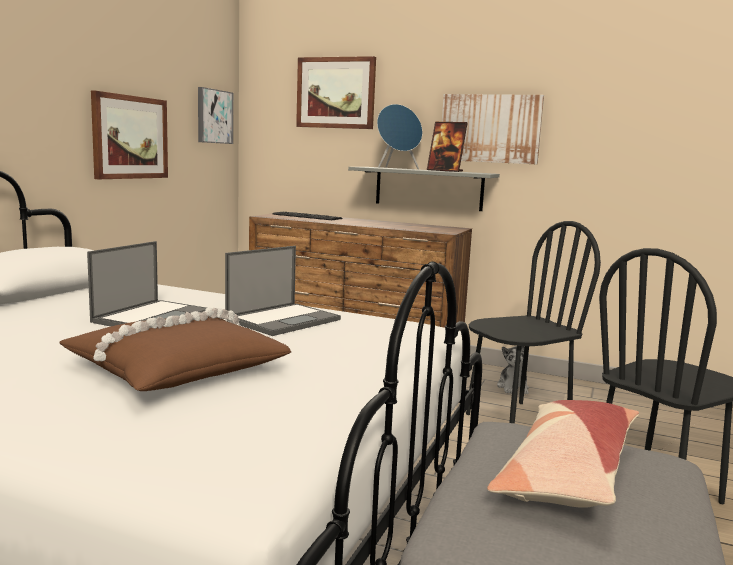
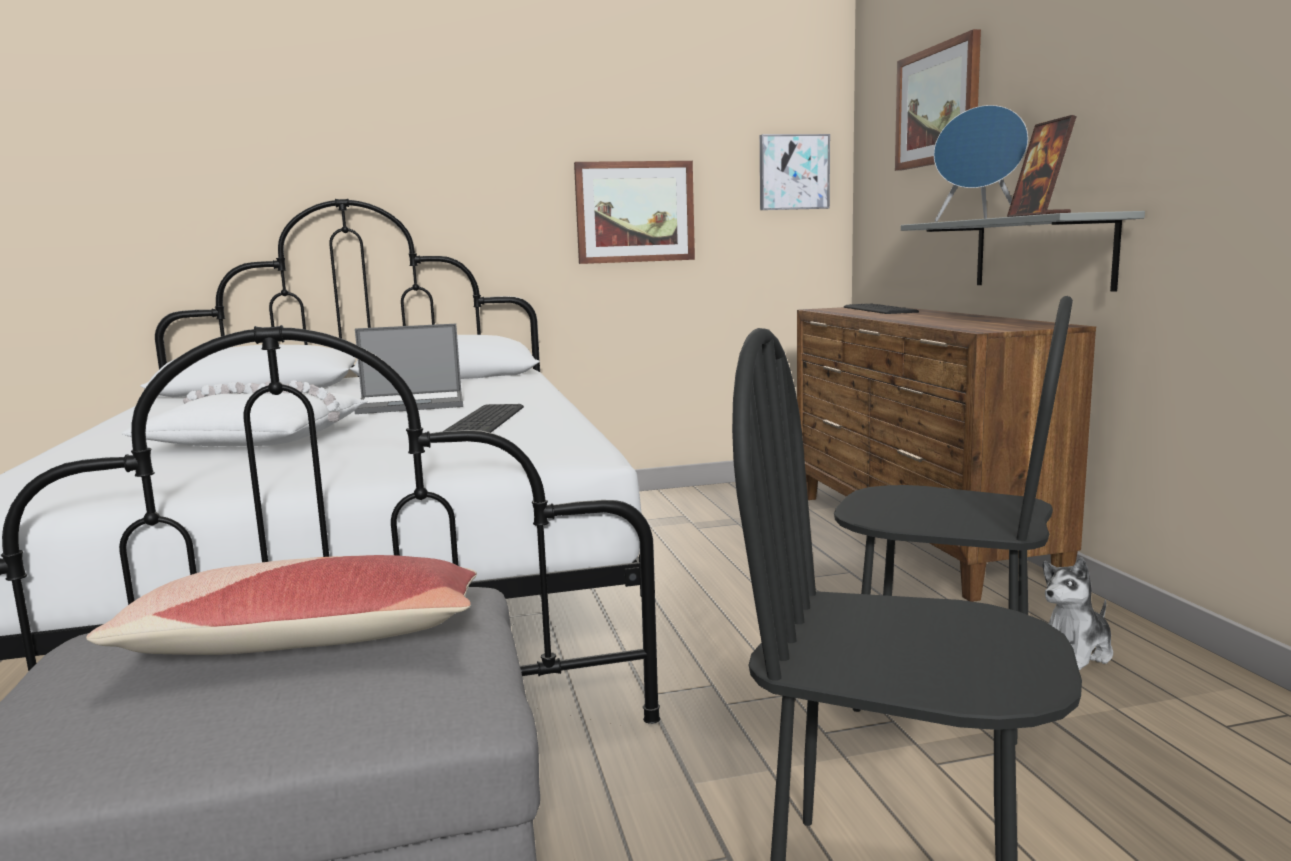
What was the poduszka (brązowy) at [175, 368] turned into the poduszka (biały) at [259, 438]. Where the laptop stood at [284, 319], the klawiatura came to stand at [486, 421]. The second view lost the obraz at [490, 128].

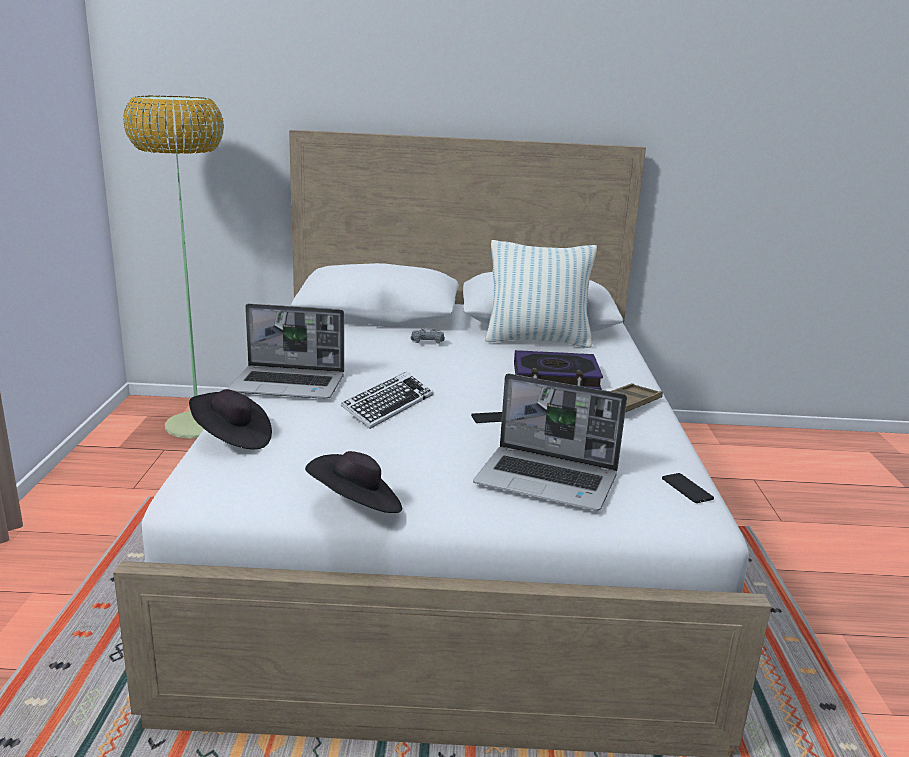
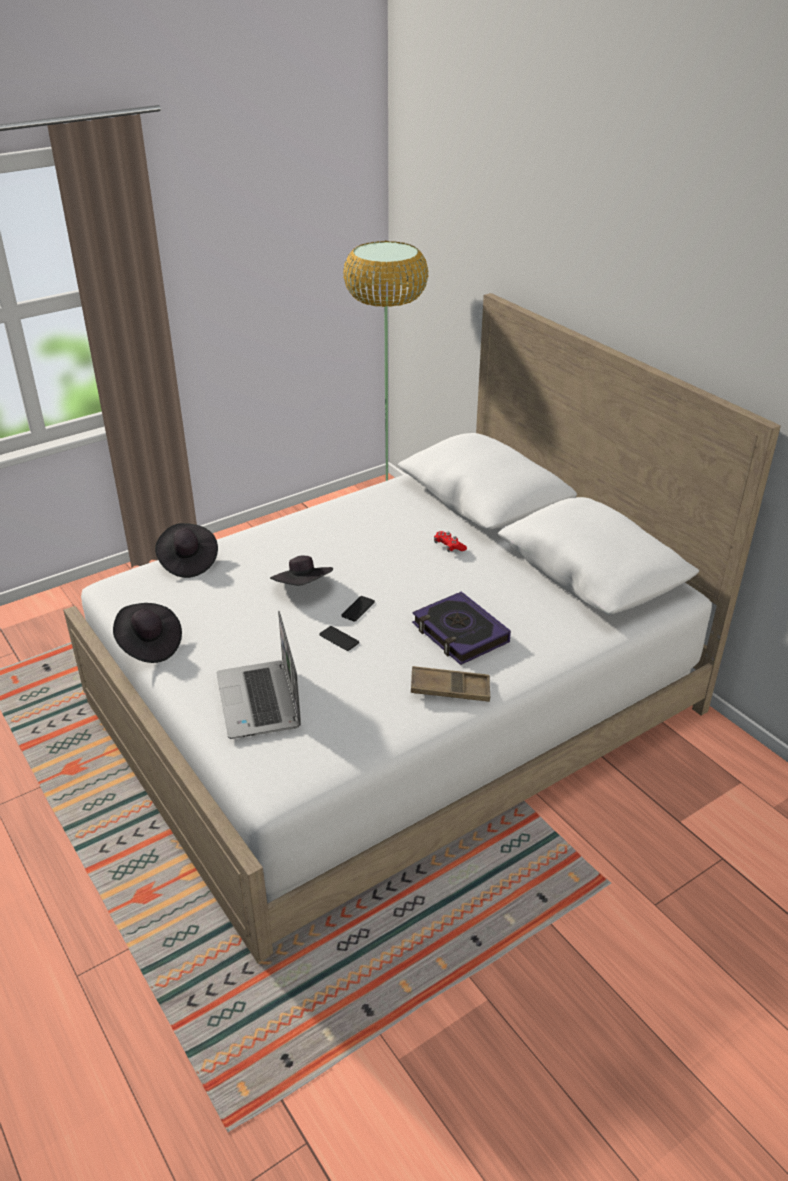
The second view lost the laptop at [289, 385]. Where the klawiatura stood at [388, 406], the kapelusz (czarny) came to stand at [303, 588]. What was the pad do gier (szary) at [427, 343] turned into the pad do gier (czerwony) at [449, 547]. The second view lost the poduszka at [537, 340]. The telefon ended up elsewhere, having gone from [687, 489] to [358, 609].

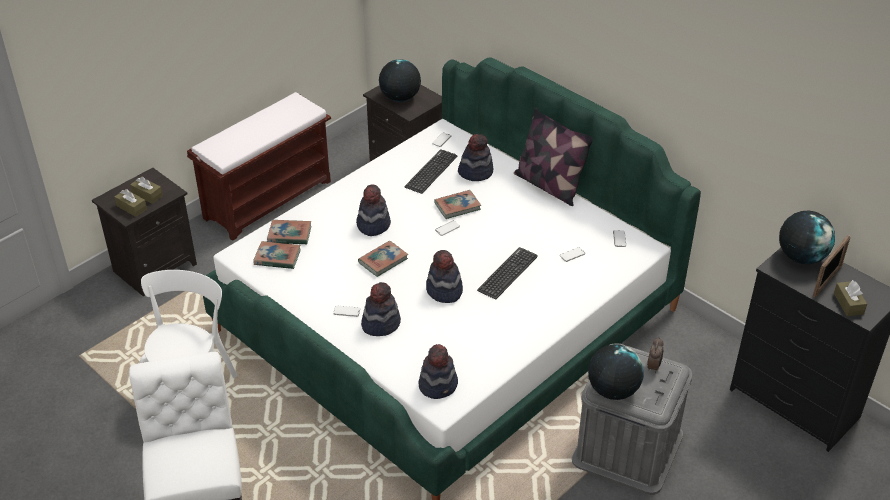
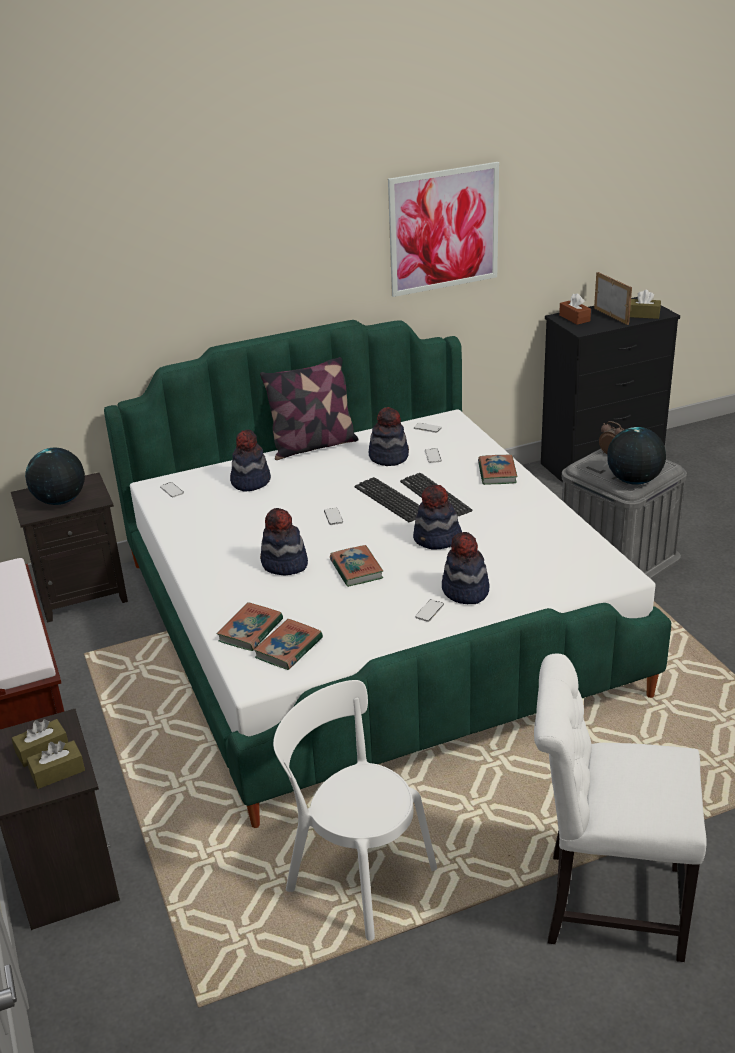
The klawiatura ended up elsewhere, having gone from [431, 172] to [391, 500]. The kapelusz ended up elsewhere, having gone from [438, 385] to [388, 457]. The książka ended up elsewhere, having gone from [457, 206] to [497, 473]. Where the globus stood at [801, 257], the pudełko chusteczek (brązowy) came to stand at [574, 318]. The second view gained the obraz at [444, 229].

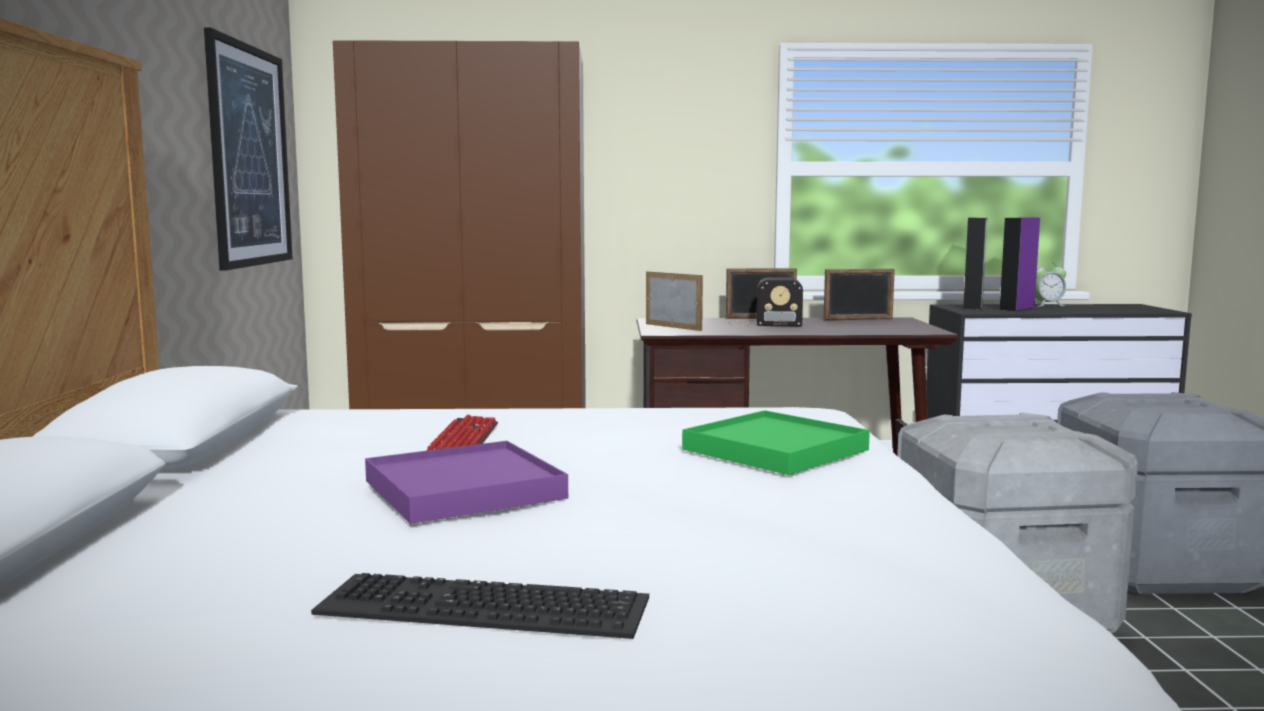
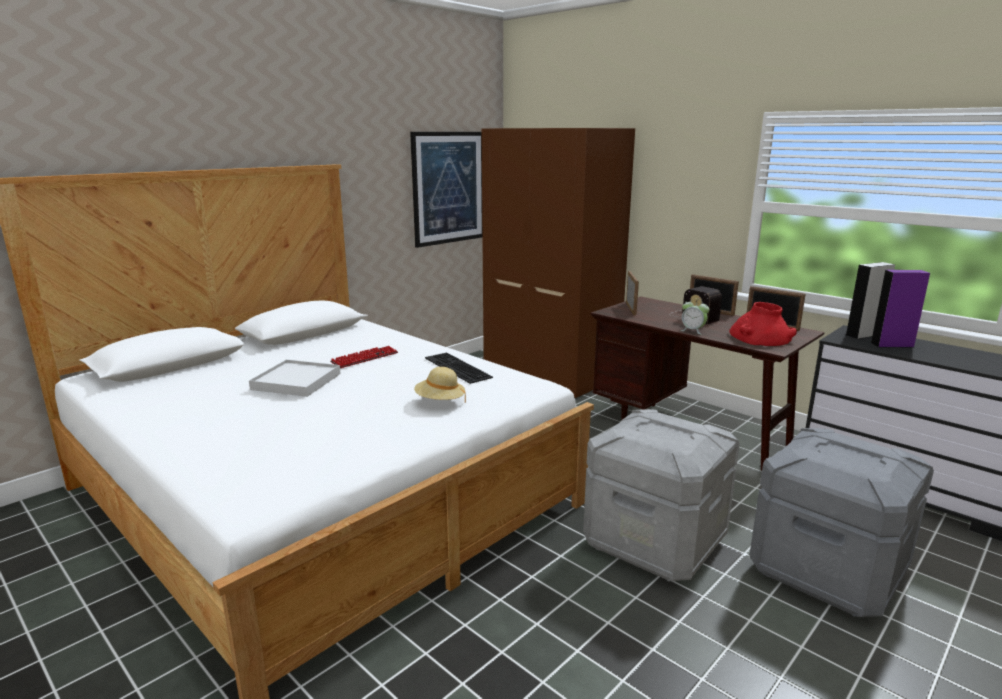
The klawiatura ended up elsewhere, having gone from [478, 608] to [455, 367]. What was the taca (fioletowy) at [463, 490] turned into the taca (biały) at [296, 381]. Where the taca (zielony) stood at [776, 450], the kapelusz (beżowy) came to stand at [440, 401]. The budzik ended up elsewhere, having gone from [1047, 305] to [693, 331]. The second view gained the wazon (czerwony) at [761, 337].

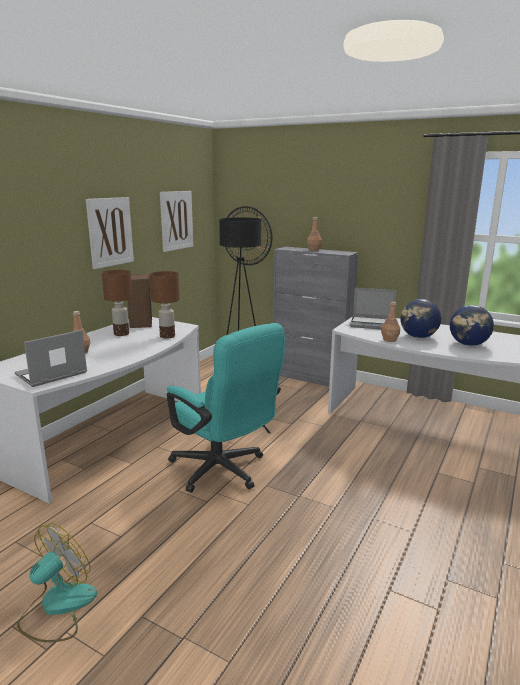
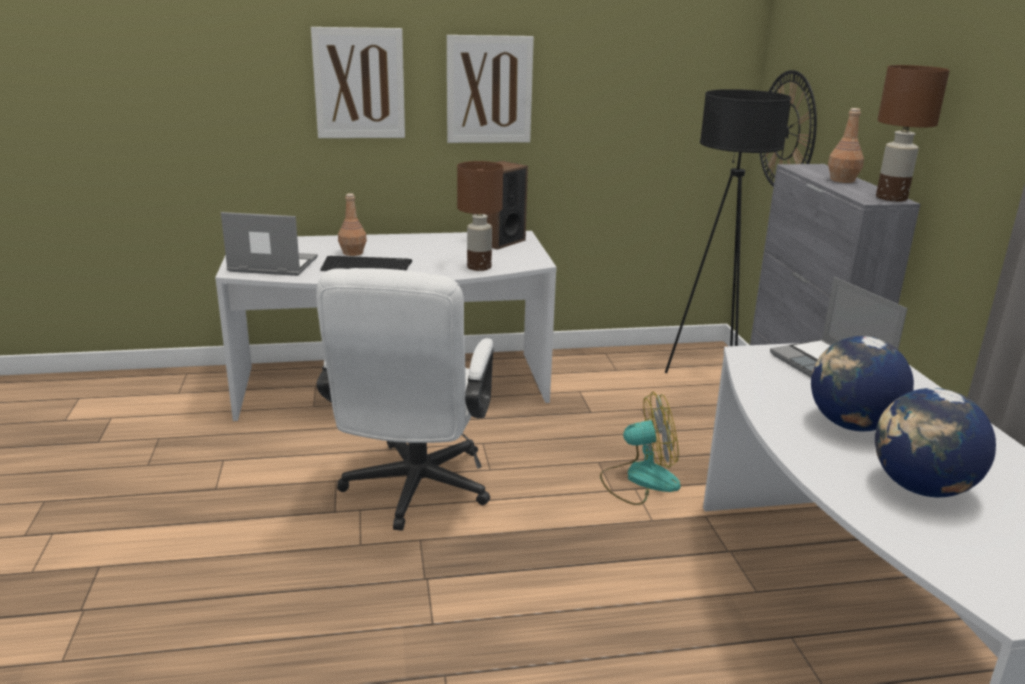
The wentylator ended up elsewhere, having gone from [57, 607] to [639, 479]. The lampa stołowa (brązowy) ended up elsewhere, having gone from [121, 334] to [890, 198]. The obraz ended up elsewhere, having gone from [176, 220] to [359, 83]. What was the krzesło biurowe (turkusowy) at [223, 471] turned into the krzesło biurowe (biały) at [413, 493]. The second view lost the butelka (brązowy) at [389, 340]. The second view gained the klawiatura at [366, 266].

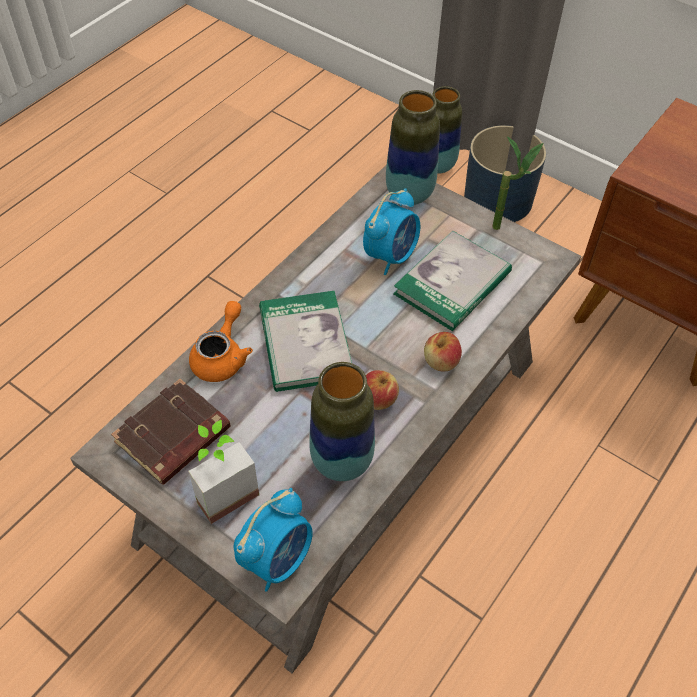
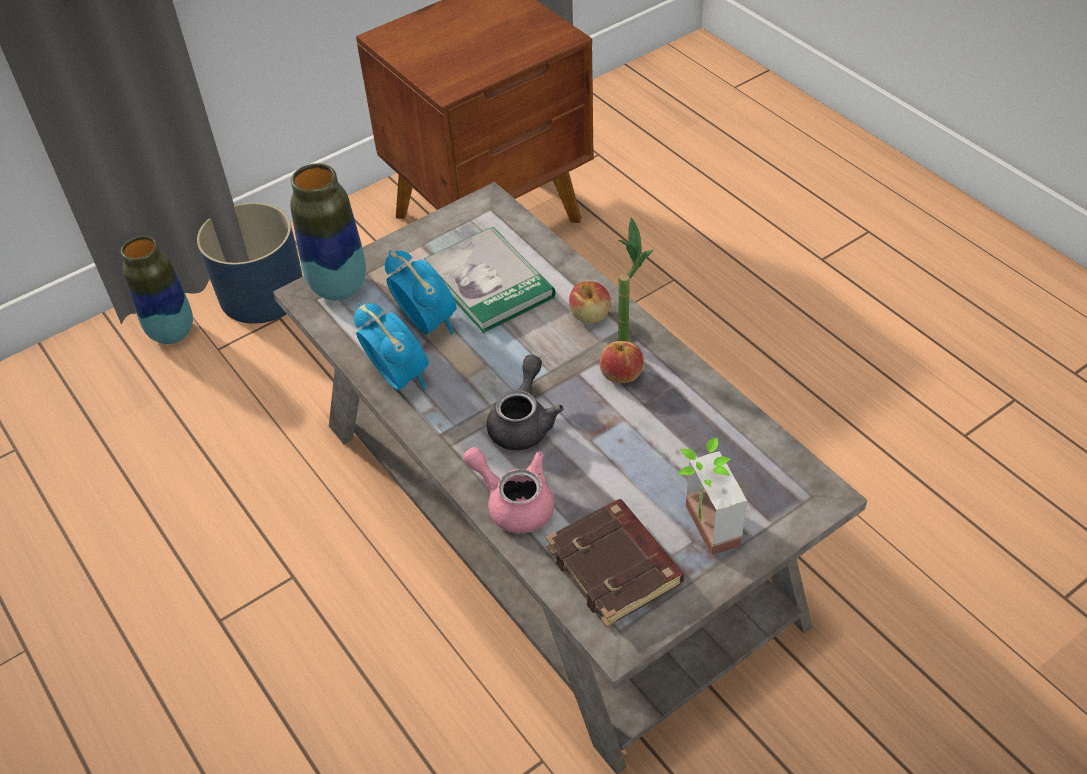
What was the imbryk (pomarańczowy) at [222, 357] turned into the imbryk (różowy) at [514, 503]. The budzik ended up elsewhere, having gone from [277, 559] to [398, 377]. Where the książka stood at [305, 343], the imbryk (szary) came to stand at [523, 422]. The second view lost the wazon at [342, 461]. The roślina doniczkowa ended up elsewhere, having gone from [505, 228] to [627, 335].

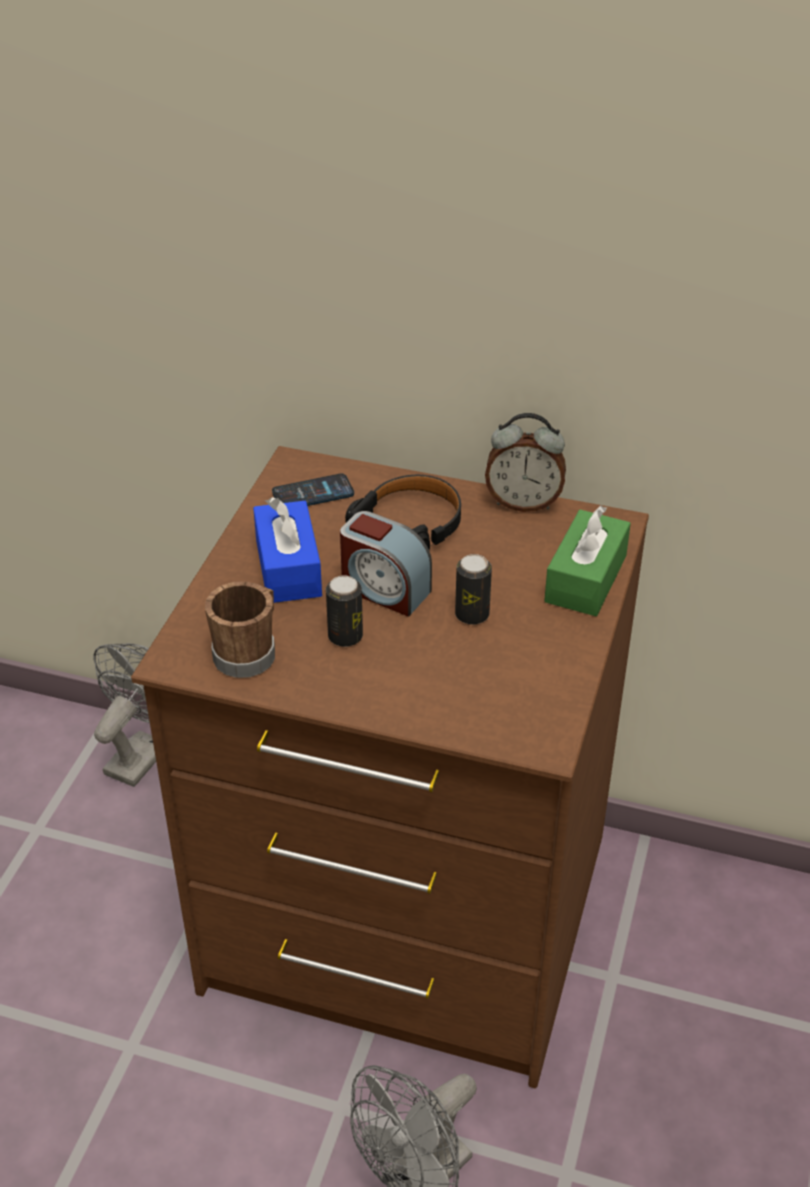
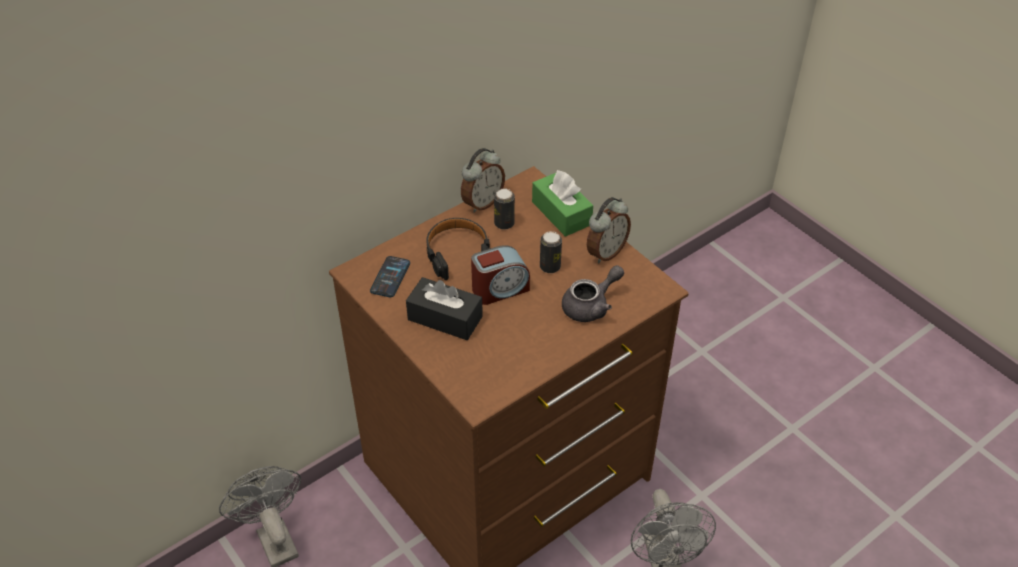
The second view lost the kubek (brązowy) at [249, 652]. What was the pudełko chusteczek (niebieski) at [288, 568] turned into the pudełko chusteczek (czarny) at [445, 318]. The puszka ended up elsewhere, having gone from [345, 636] to [504, 223]. The second view gained the imbryk (szary) at [591, 306]. The second view gained the budzik at [605, 252].

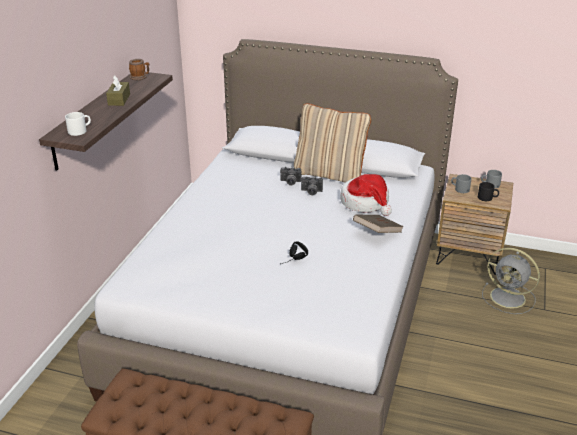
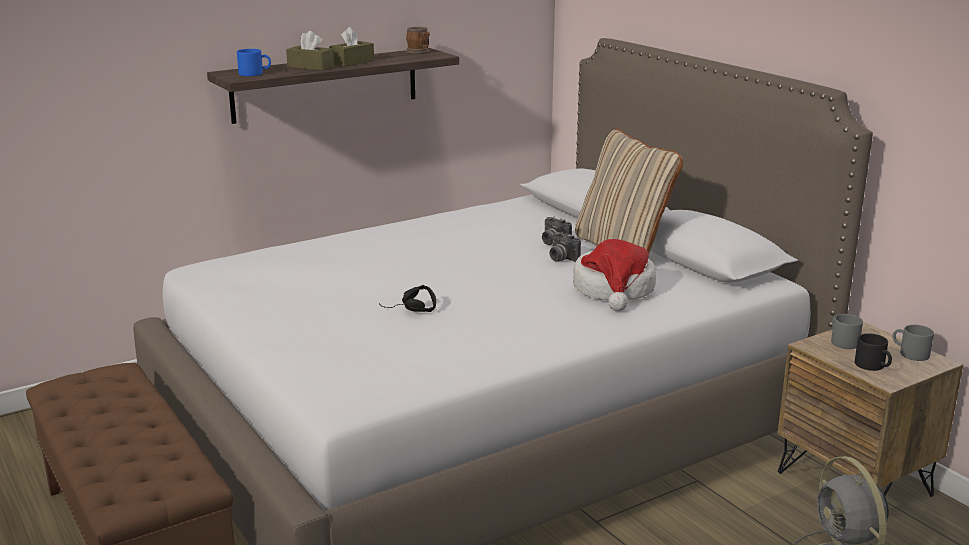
What was the kubek (biały) at [80, 130] turned into the kubek (niebieski) at [255, 73]. The second view lost the książka (brązowy) at [377, 233]. The second view gained the pudełko chusteczek (brązowy) at [310, 67].

